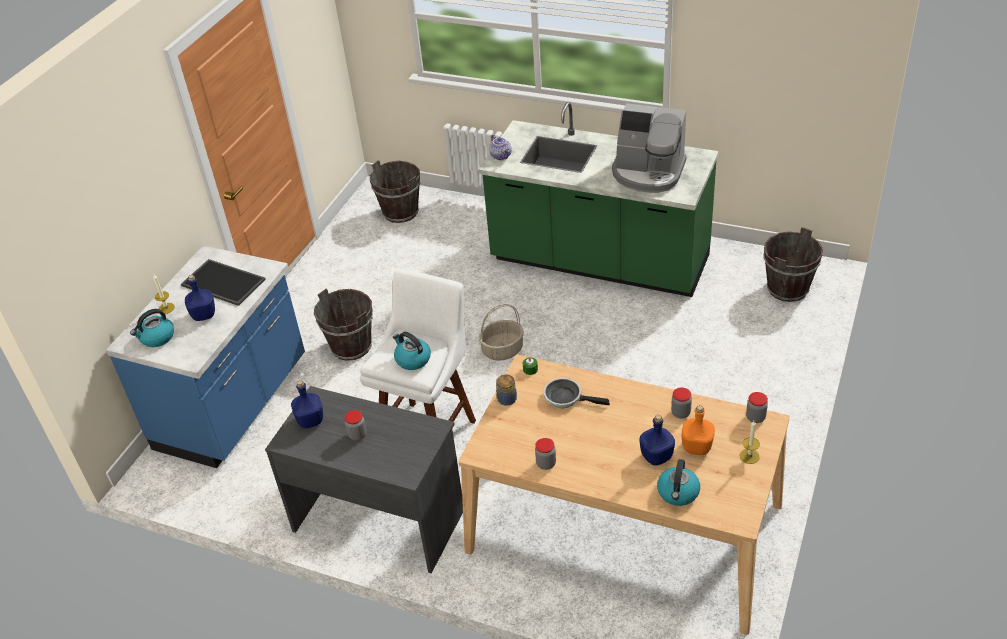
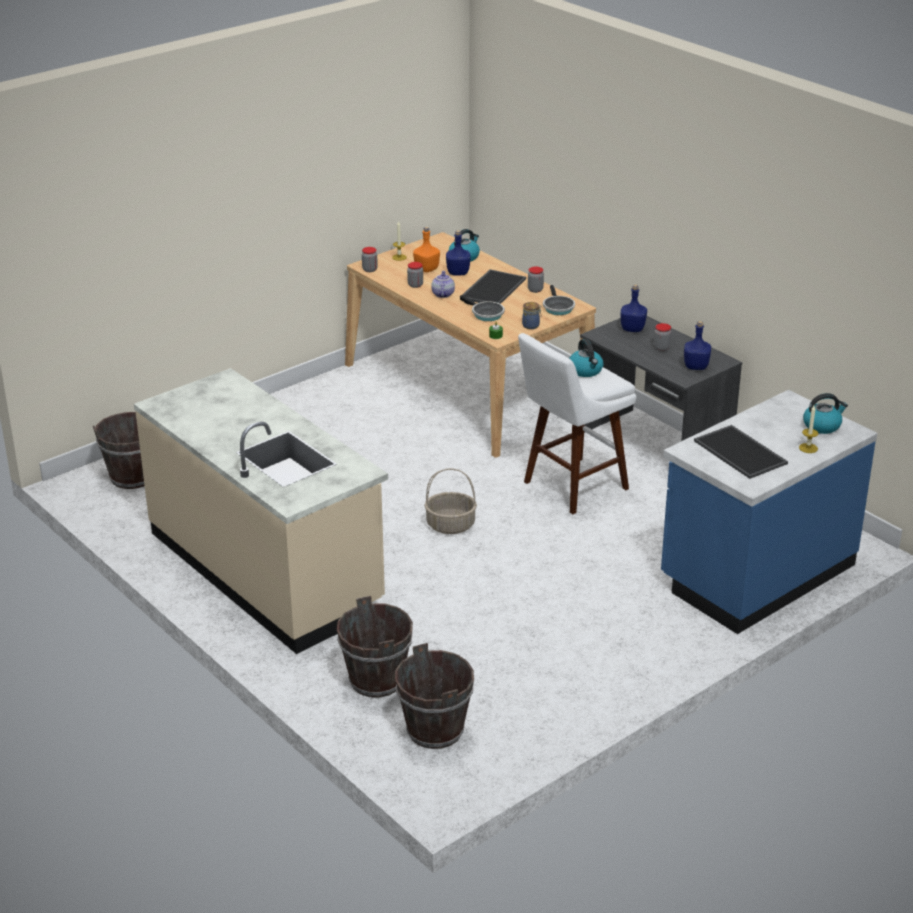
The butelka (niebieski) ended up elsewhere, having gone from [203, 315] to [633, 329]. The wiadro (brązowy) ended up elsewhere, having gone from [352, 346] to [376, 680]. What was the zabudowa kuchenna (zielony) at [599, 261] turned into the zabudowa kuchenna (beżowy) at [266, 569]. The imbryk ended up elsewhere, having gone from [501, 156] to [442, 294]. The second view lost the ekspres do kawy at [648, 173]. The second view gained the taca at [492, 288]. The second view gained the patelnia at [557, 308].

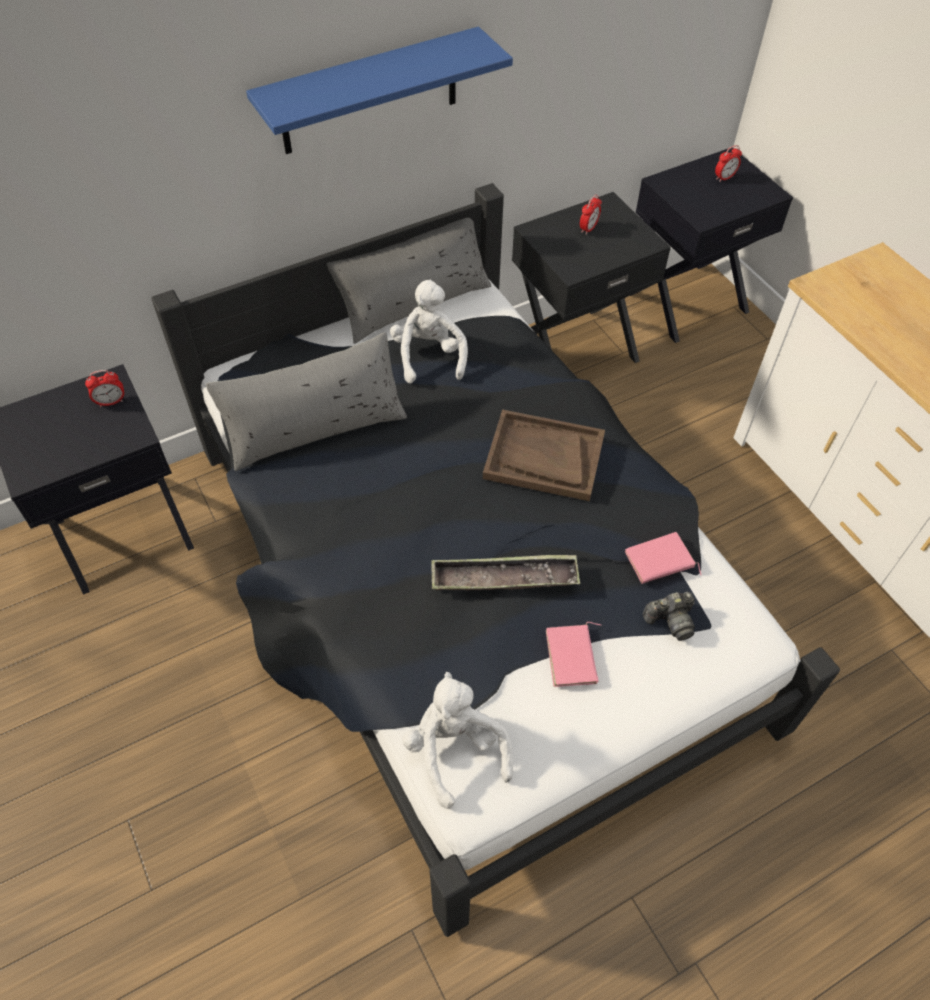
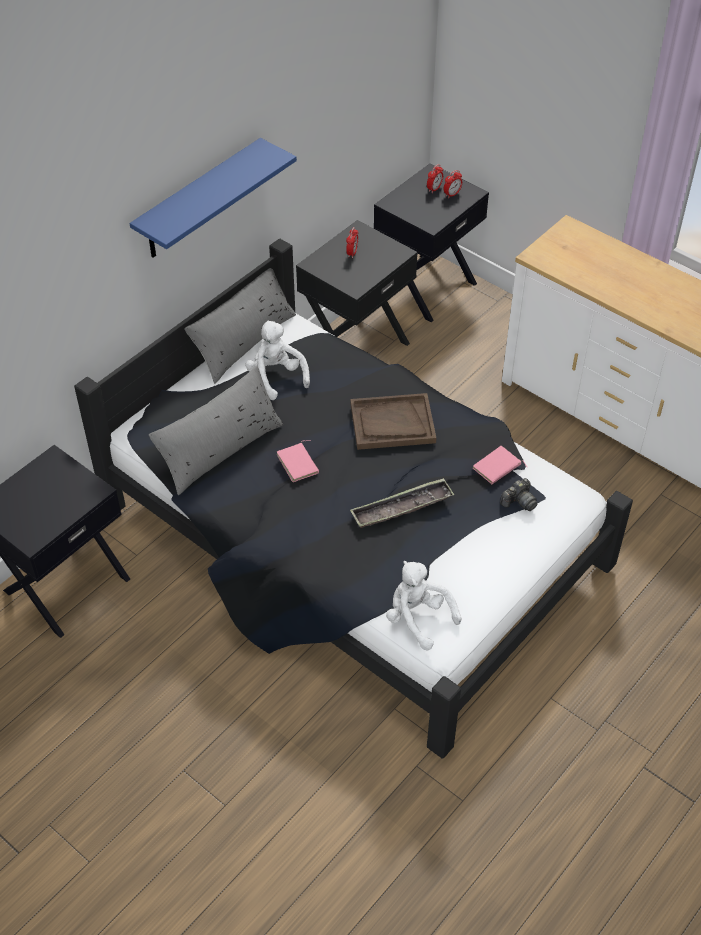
The budzik ended up elsewhere, having gone from [111, 402] to [452, 194]. The książka (różowy) ended up elsewhere, having gone from [573, 657] to [299, 464].

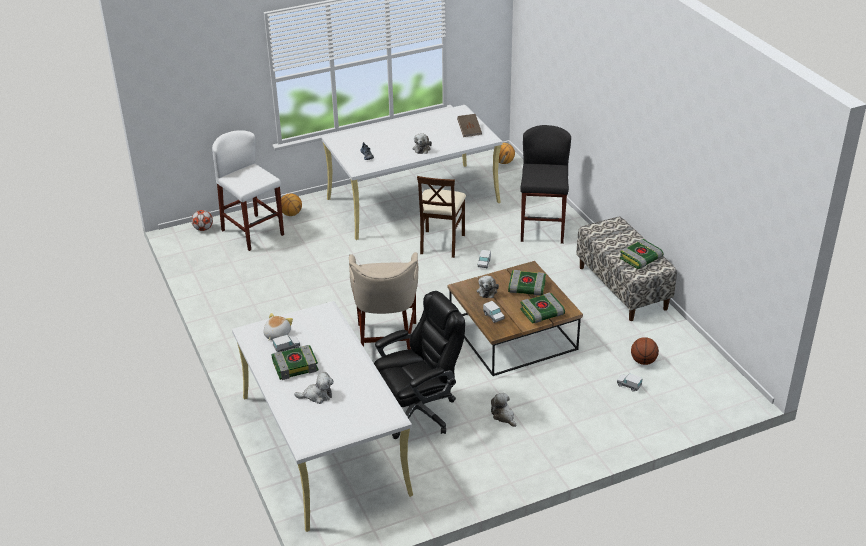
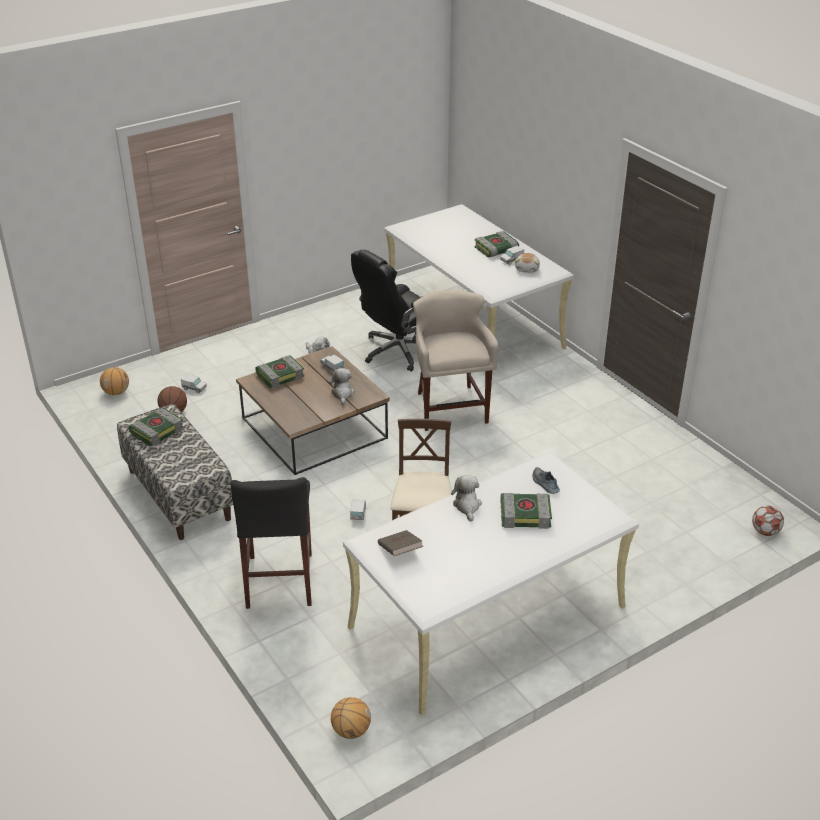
The second view lost the stołek (biały) at [253, 232]. The piłka do koszykówki ended up elsewhere, having gone from [291, 214] to [116, 392]. The second view lost the pluszak at [317, 395]. The książka ended up elsewhere, having gone from [526, 288] to [526, 514].

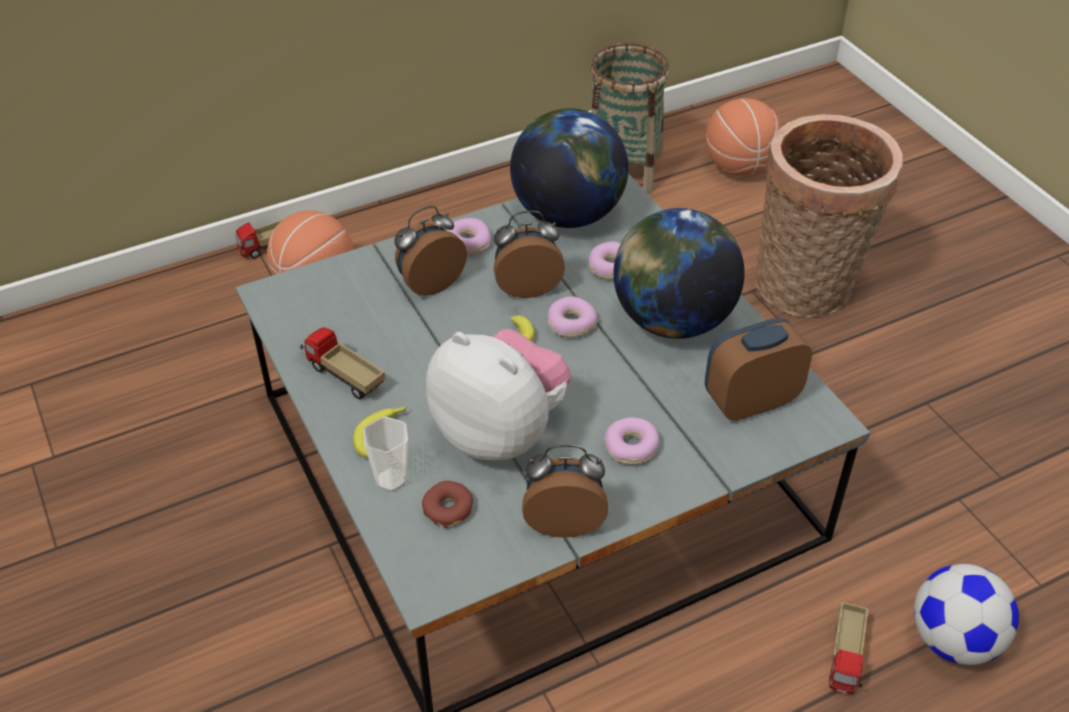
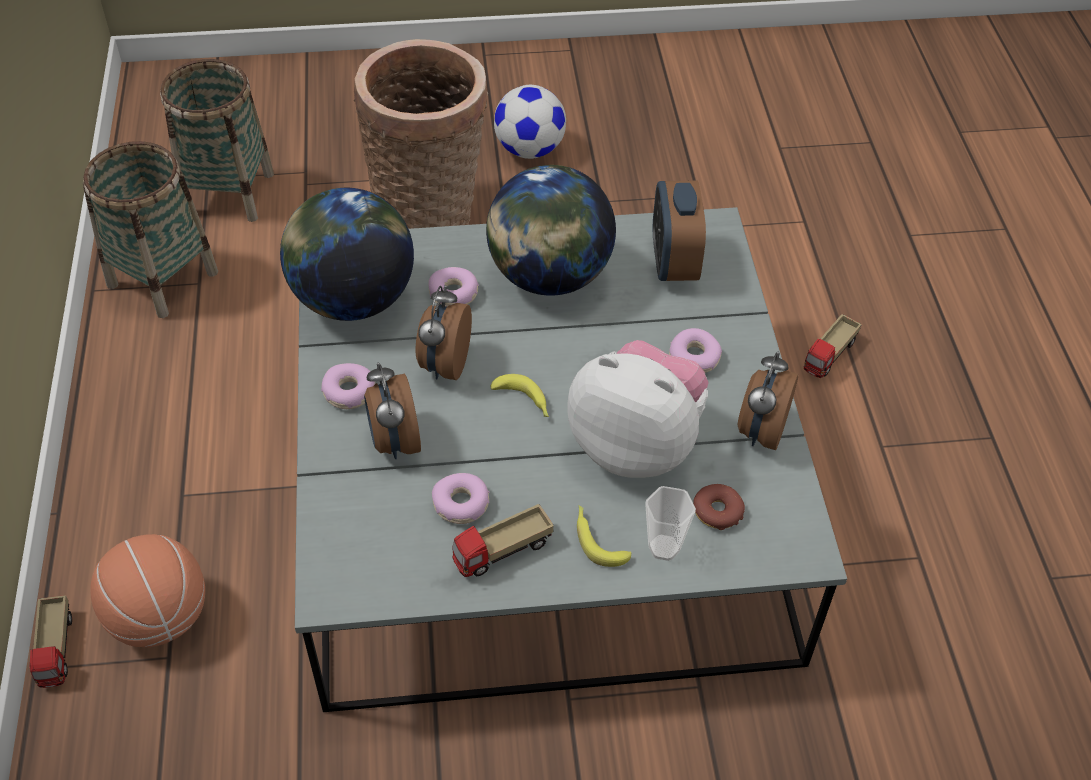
The pluszak at [500, 432] ended up facing another way, 60 degrees clockwise from before. The donut ended up elsewhere, having gone from [571, 324] to [461, 504]. Where the piłka do koszykówki stood at [739, 167], the koszyk came to stand at [228, 193]. The ciężarówka zabawkowa at [846, 657] ended up facing another way, 90 degrees clockwise from before. The piłka futbolowa ended up elsewhere, having gone from [954, 641] to [530, 149].

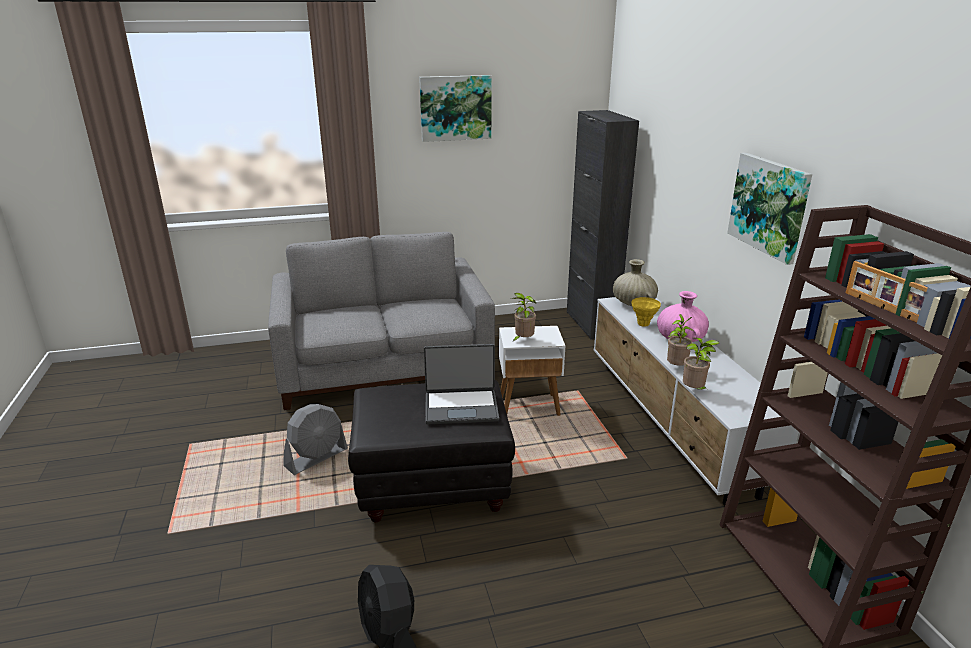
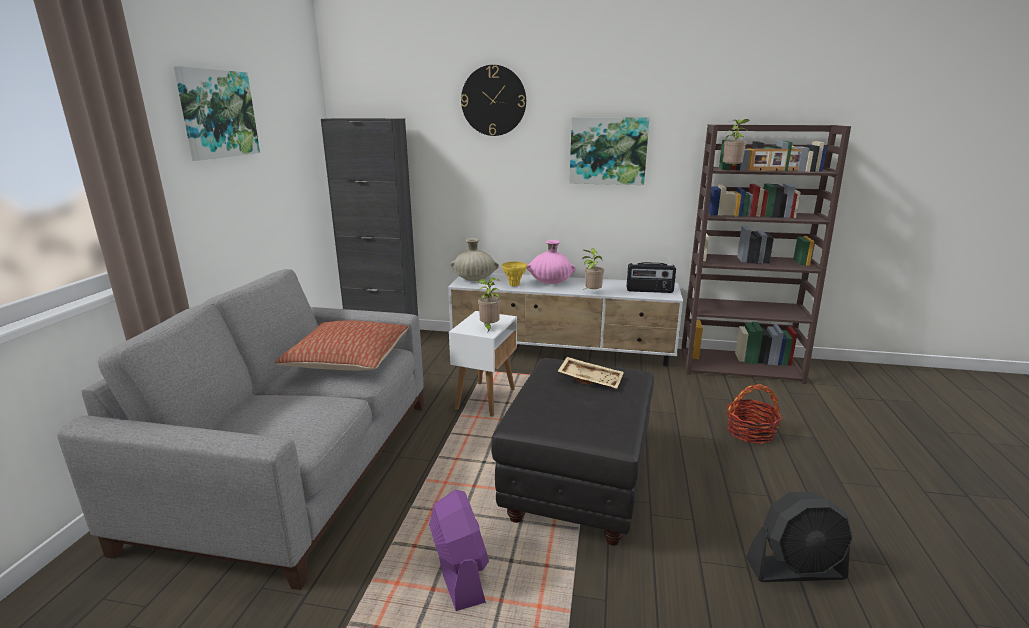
What was the wentylator (szary) at [316, 458] turned into the wentylator (fioletowy) at [459, 572]. Where the laptop stood at [461, 407], the taca (beżowy) came to stand at [590, 379]. The roślina doniczkowa ended up elsewhere, having gone from [694, 391] to [732, 170]. The second view gained the poduszka at [348, 360]. The second view gained the zegar ścienny at [493, 101]. The second view gained the radio at [649, 291]. The second view gained the koszyk at [750, 432].

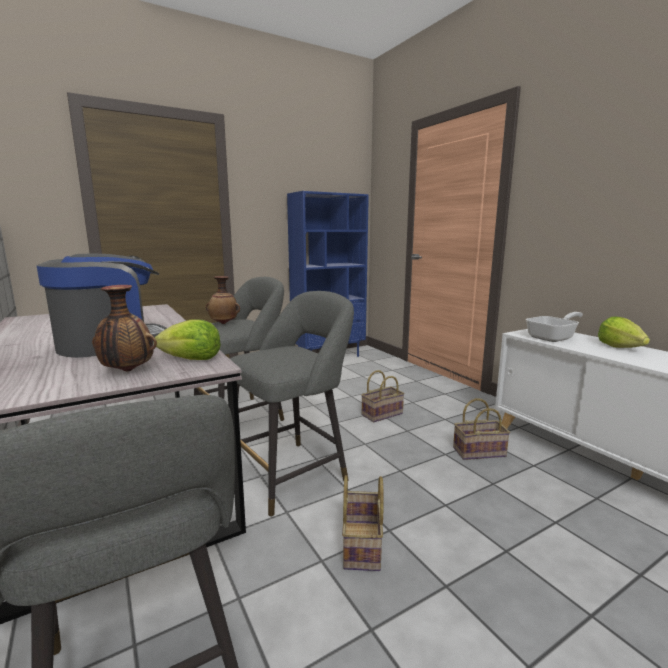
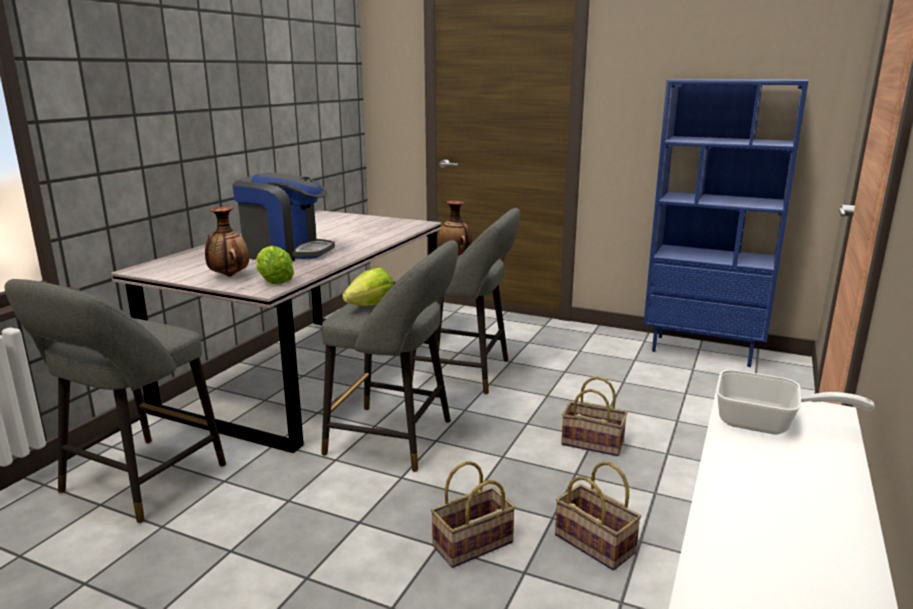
The koszyk ended up elsewhere, having gone from [363, 546] to [472, 546]. The sałata ended up elsewhere, having gone from [619, 347] to [370, 305].

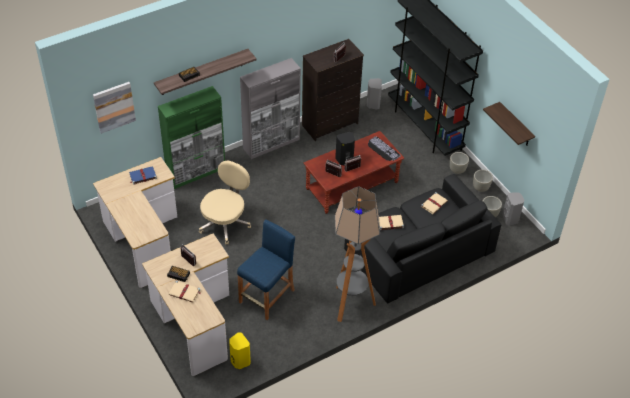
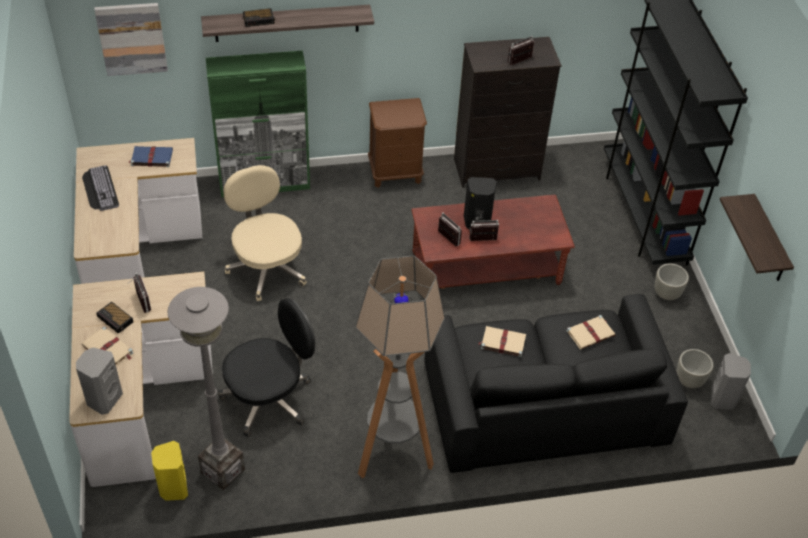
The krzesło biurowe (beżowy) at [225, 223] ended up facing another way, 75 degrees counterclockwise from before. Where the stołek (niebieski) stood at [267, 296], the krzesło biurowe (czarny) came to stand at [269, 399]. Where the szafka (szary) stood at [271, 143], the szafka nocna (brązowy) came to stand at [395, 173]. The głośnik (szary) ended up elsewhere, having gone from [373, 104] to [103, 399]. The klawiatura ended up elsewhere, having gone from [382, 149] to [99, 188]. The second view lost the donica (szary) at [481, 188]. The second view gained the lampa stojąca (szary) at [222, 471].

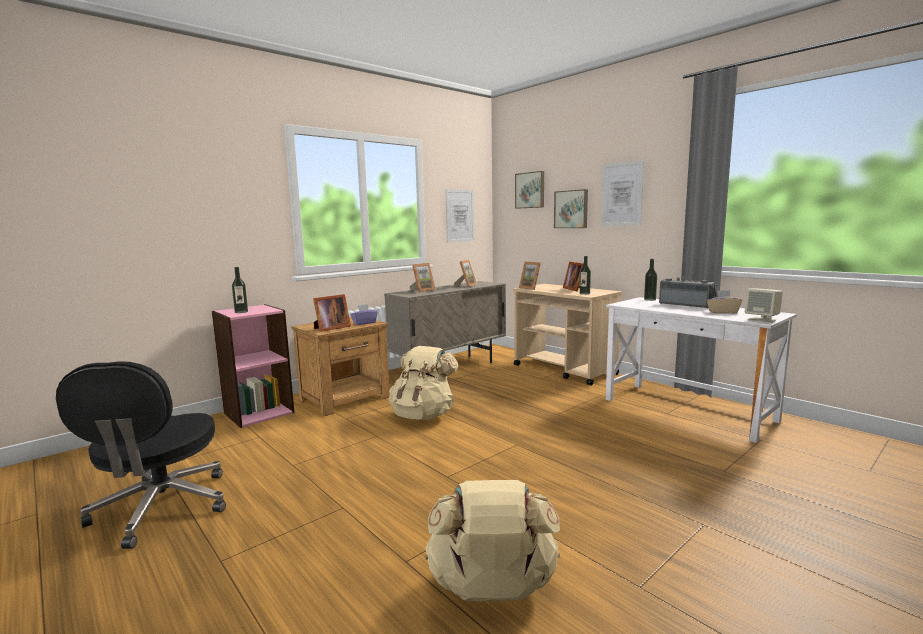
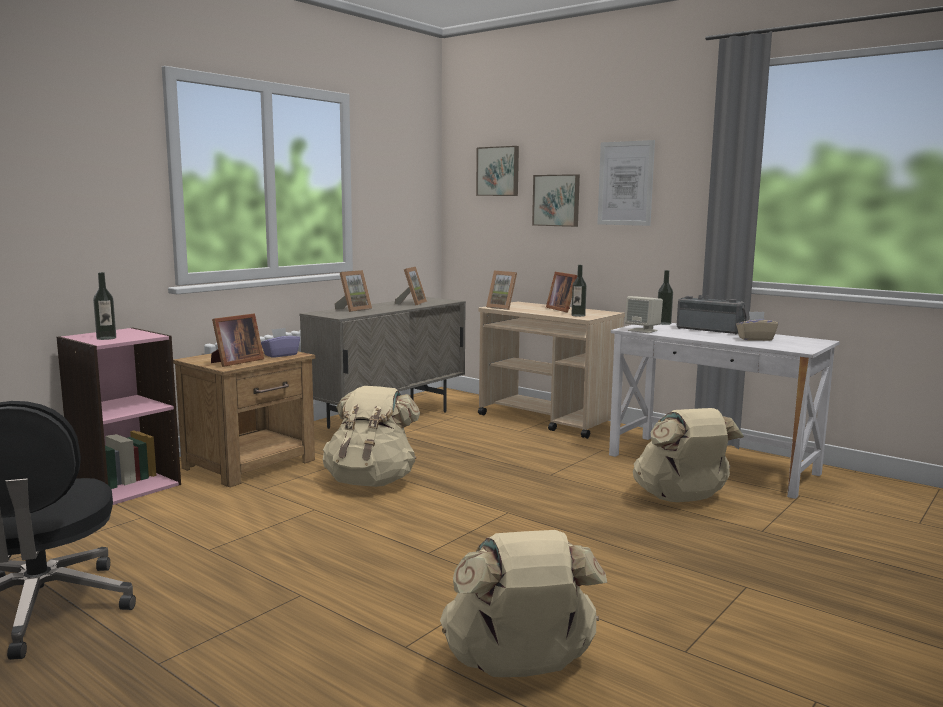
The second view lost the obraz at [460, 216]. The głośnik (beżowy) ended up elsewhere, having gone from [762, 320] to [643, 330]. The second view gained the plecak (beżowy) at [681, 499].

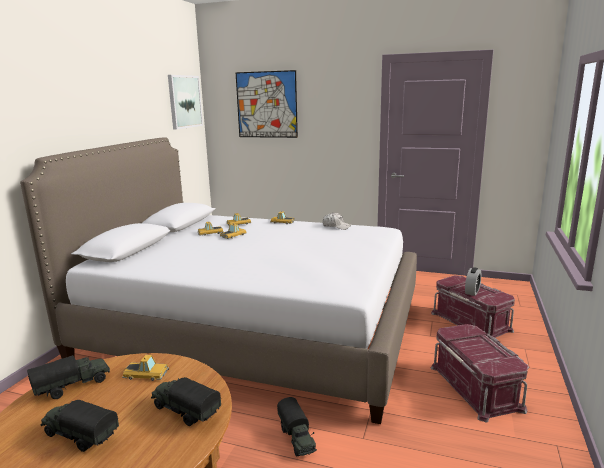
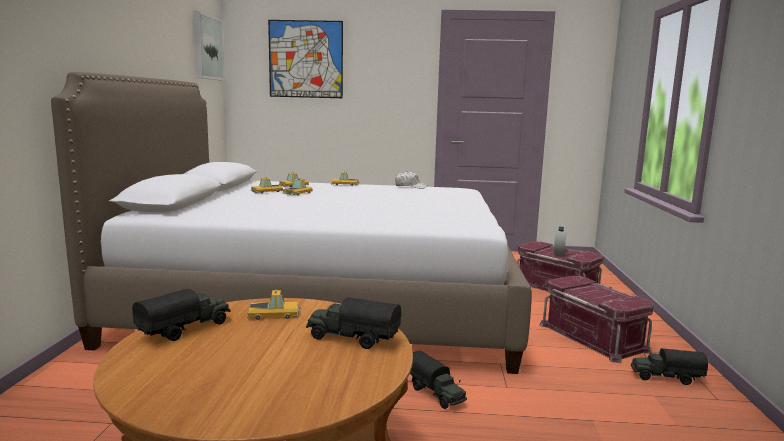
The ciężarówka zabawkowa ended up elsewhere, having gone from [80, 436] to [665, 377].

